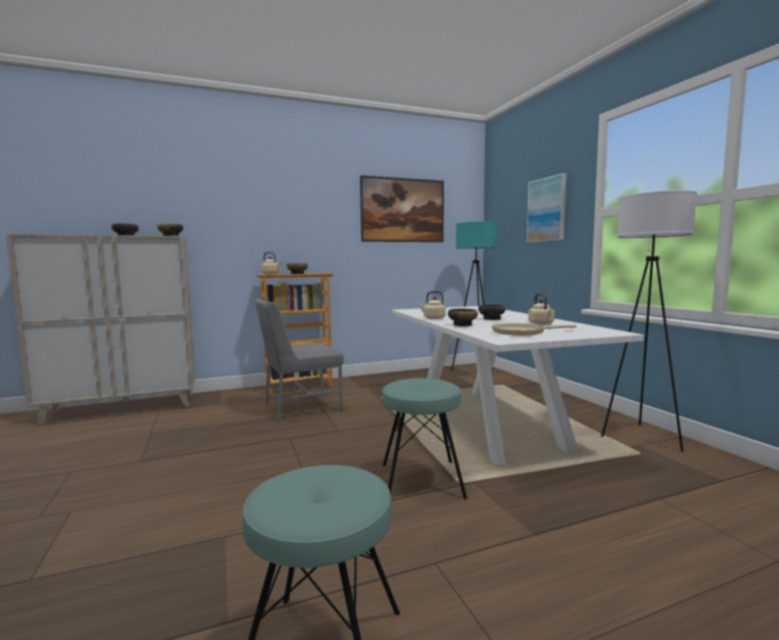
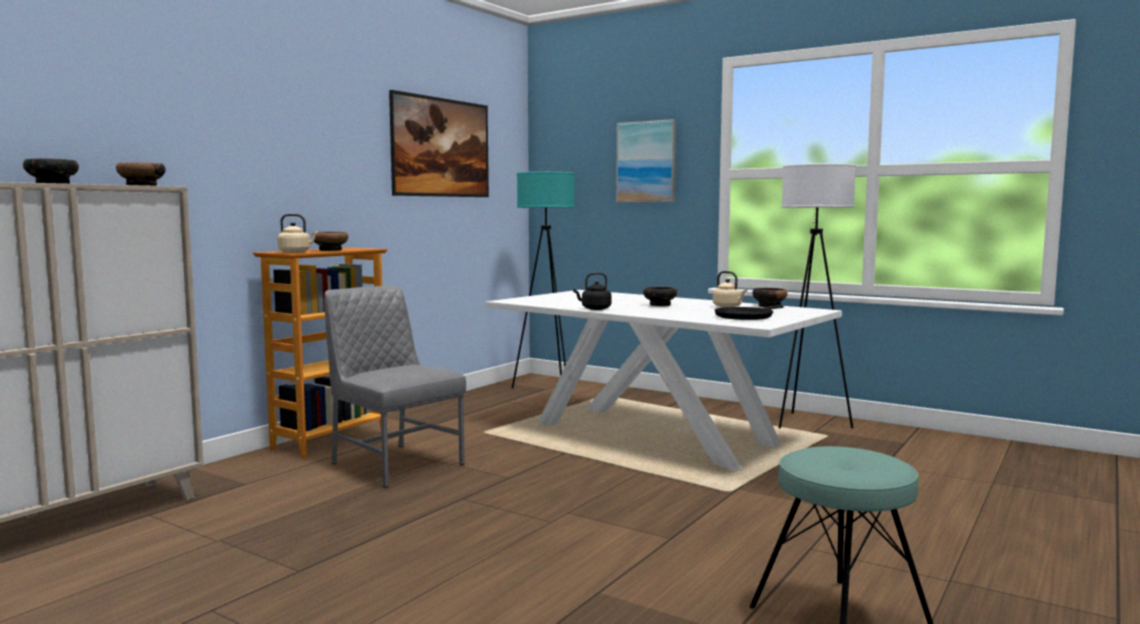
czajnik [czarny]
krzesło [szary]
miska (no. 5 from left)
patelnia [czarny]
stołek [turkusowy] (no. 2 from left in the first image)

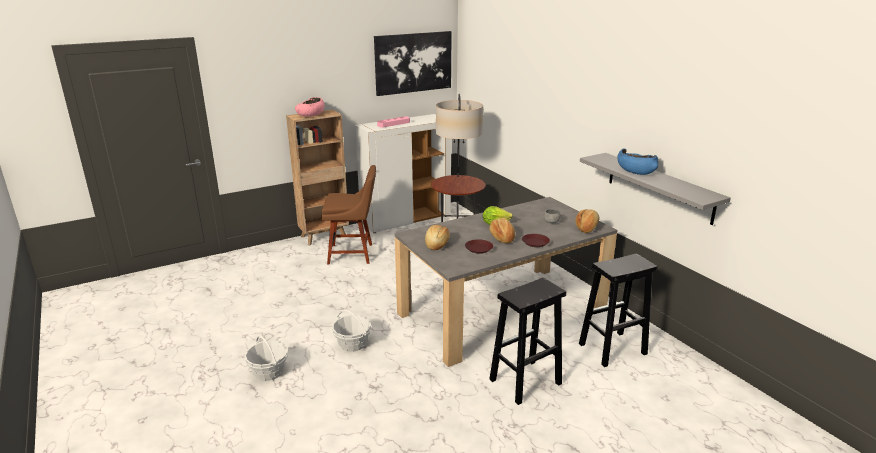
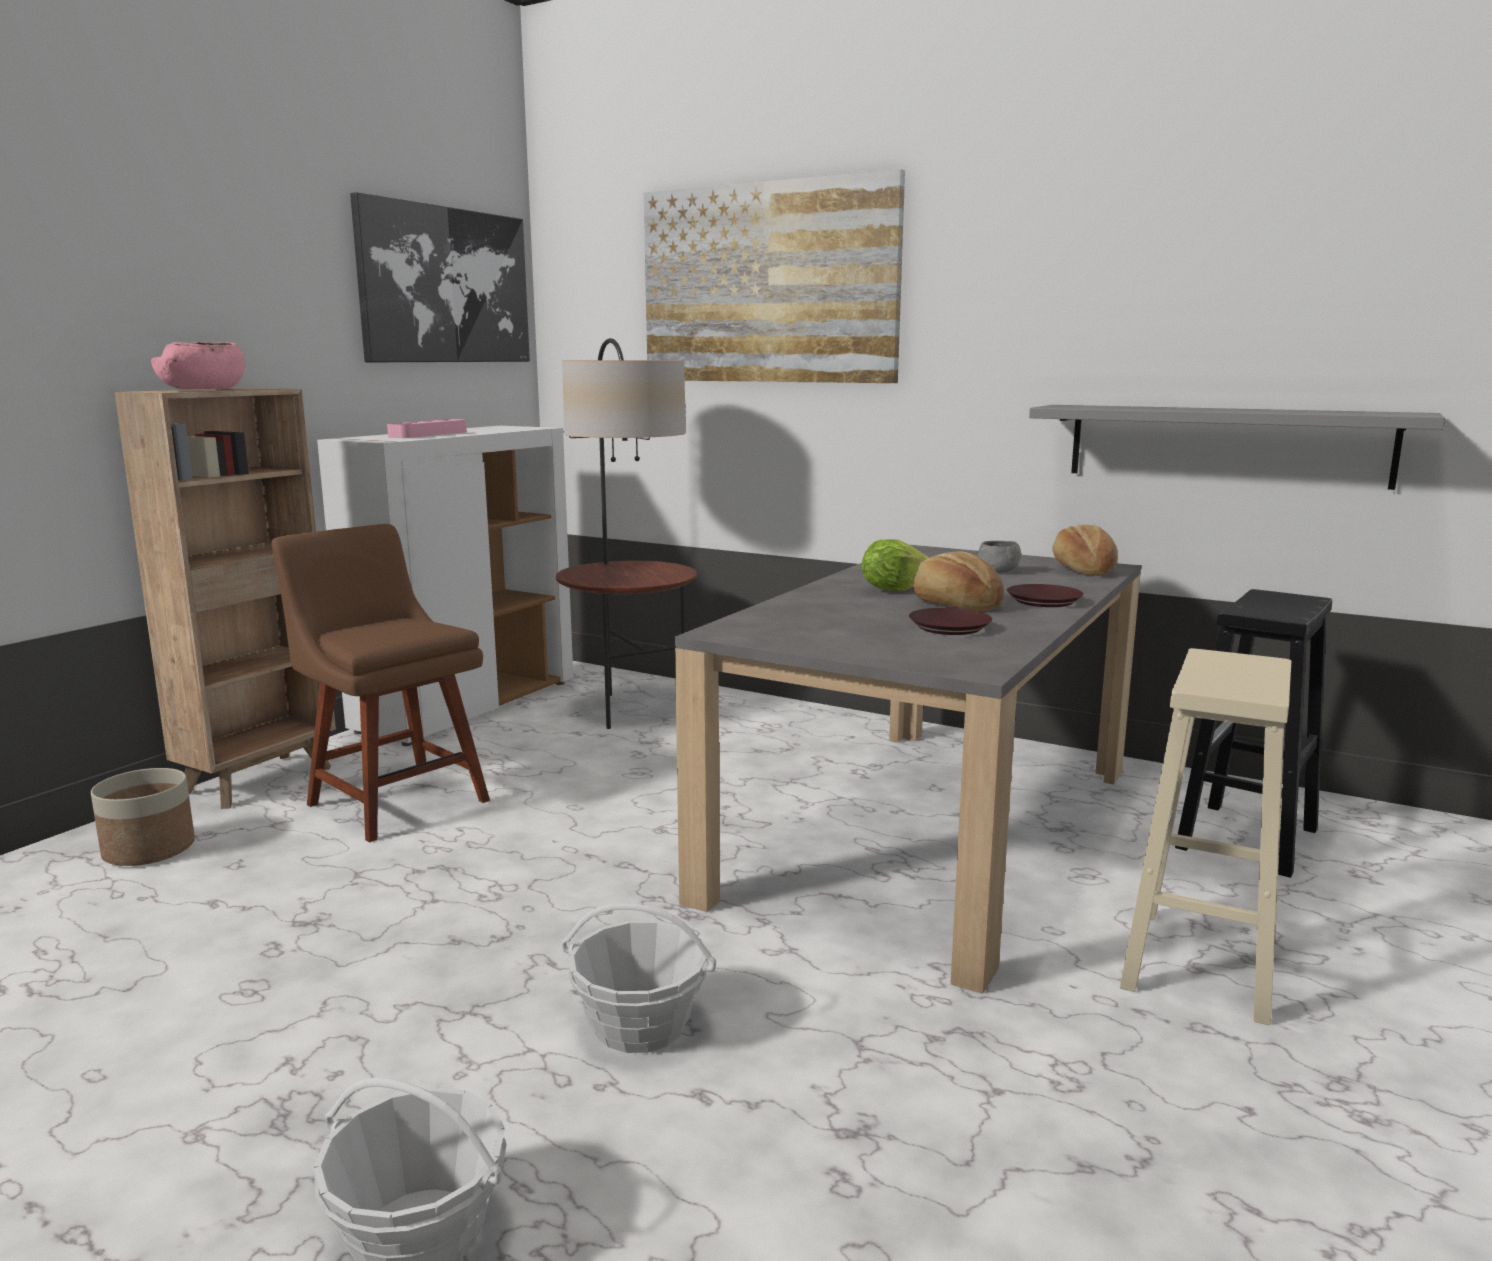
miska [niebieski]
krzesło [brązowy]
chleb (no. 1 from left in the first image)
stołek [beżowy]
obraz (no. 2 from left)
donica

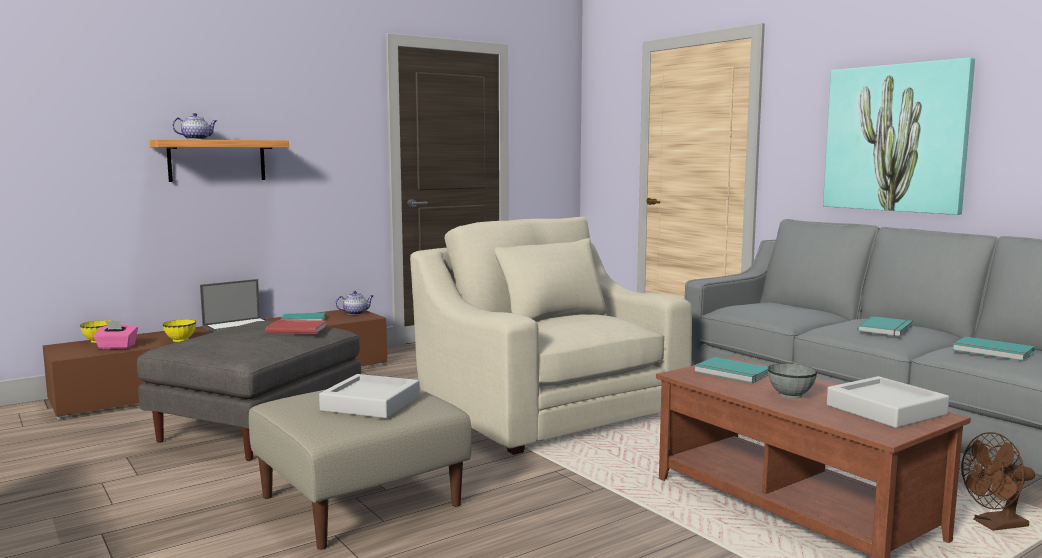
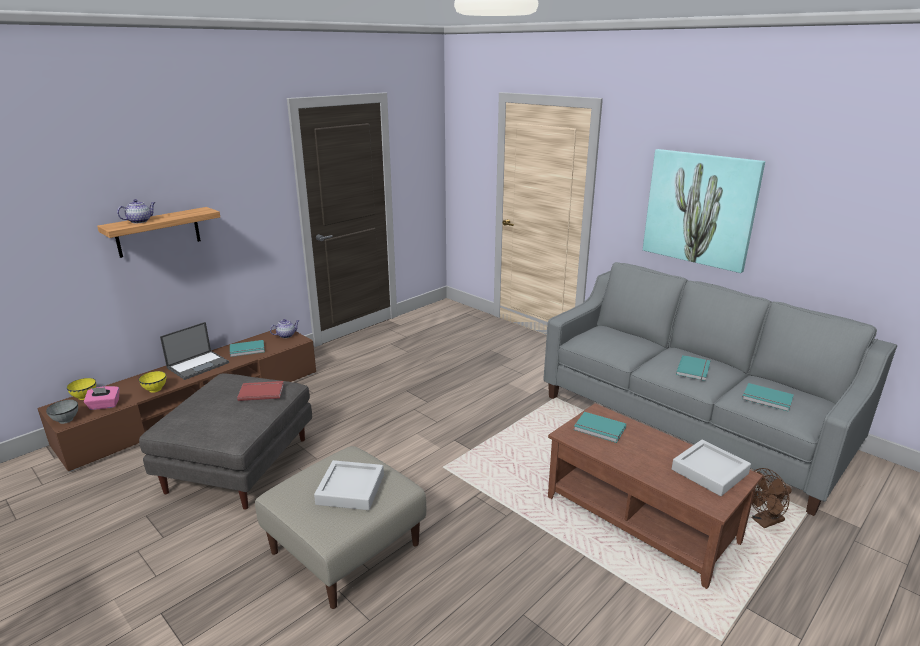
fotel [beżowy]
miska [szary]

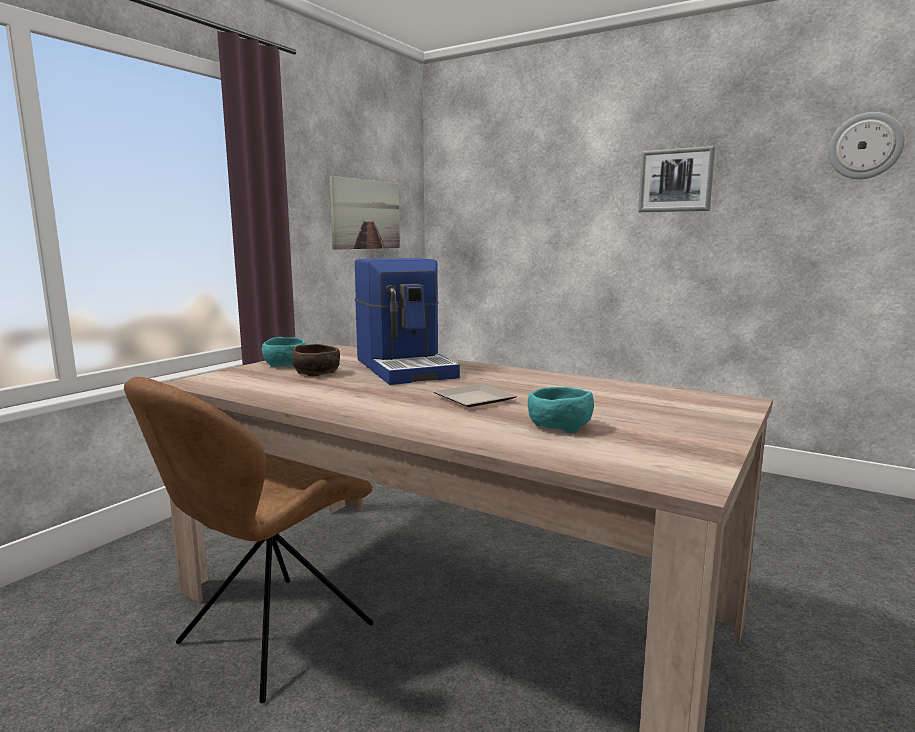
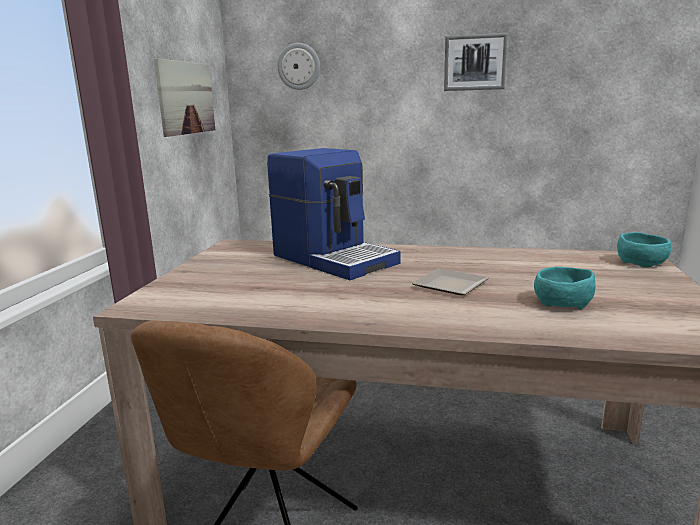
zegar ścienny
miska [turkusowy] (no. 2 from left)
miska [brązowy]

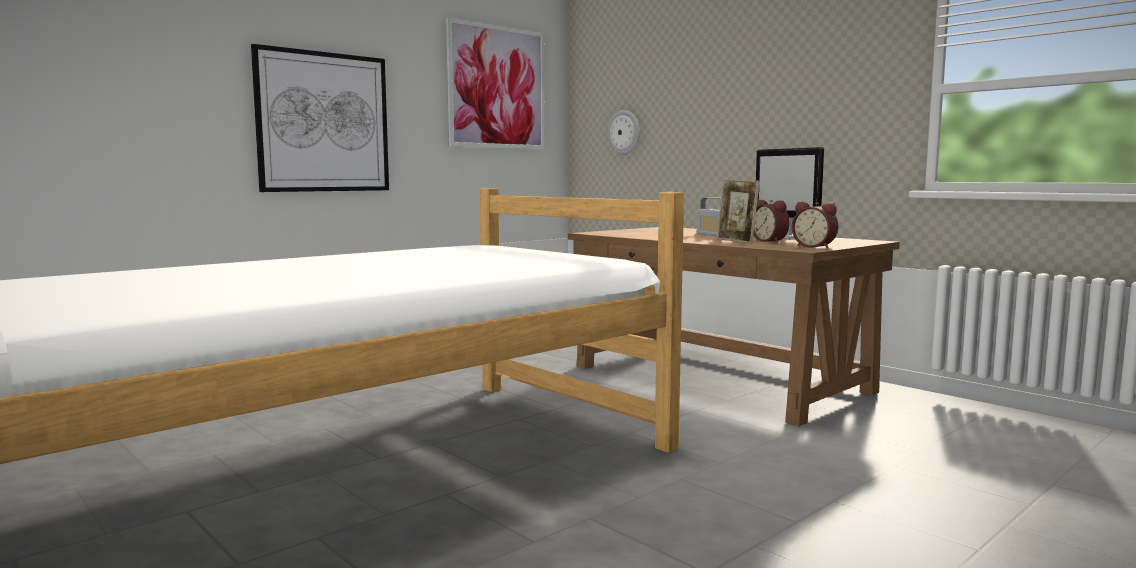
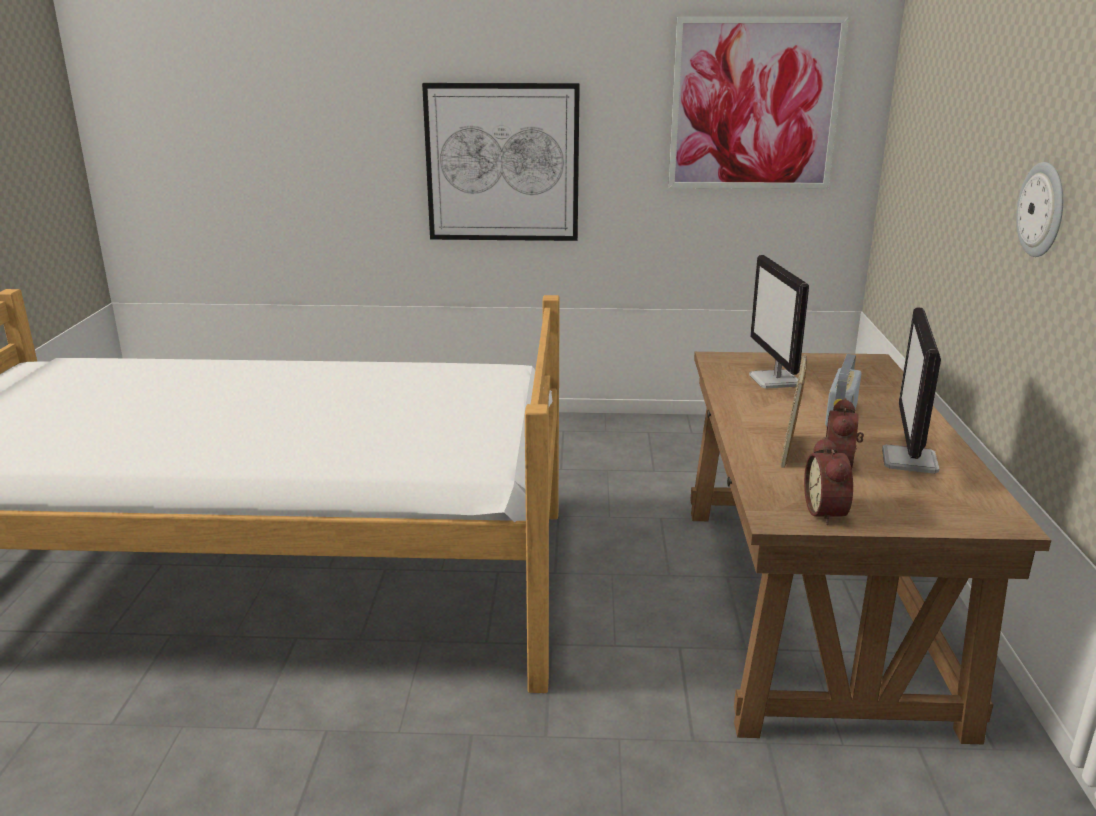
zegar ścienny
monitor (no. 1 from left)

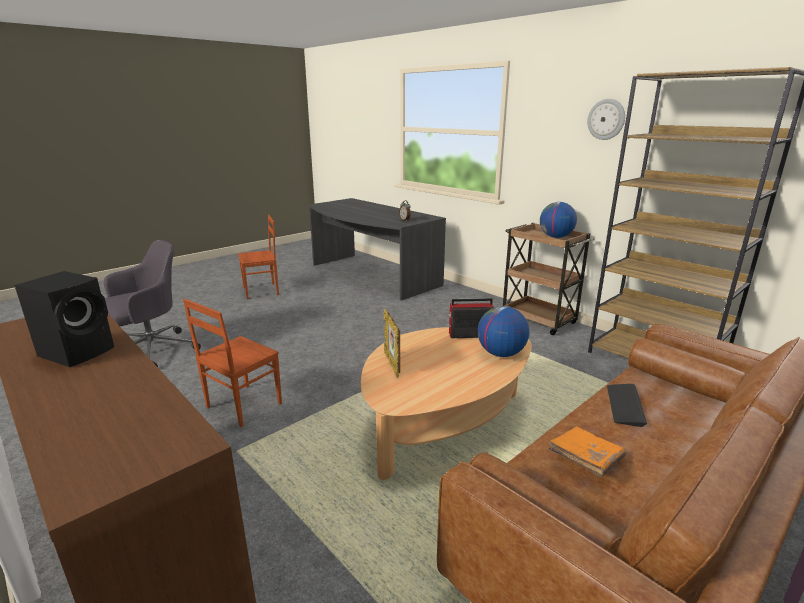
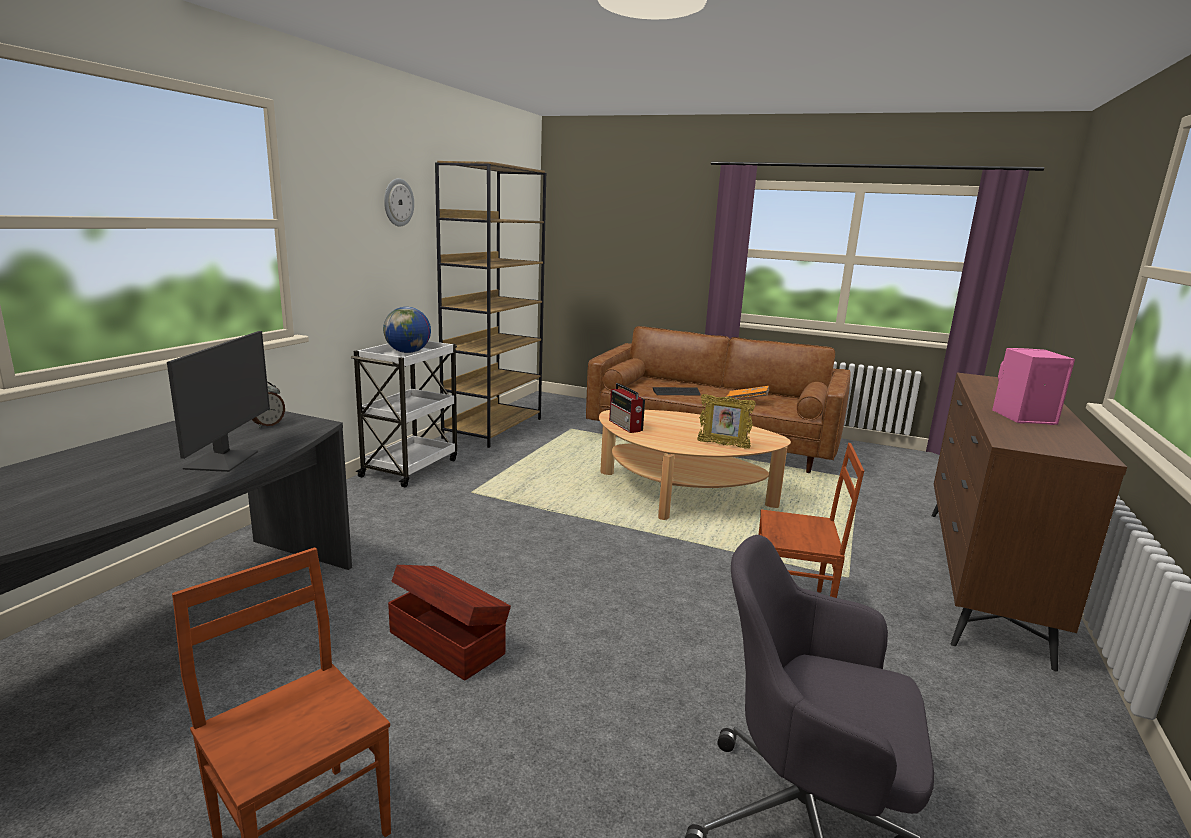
wózek [biały]
głośnik [różowy]
globus (no. 1 from left in the first image)
ramka na zdjęcie
monitor
pojemnik do przechowywania [brązowy]

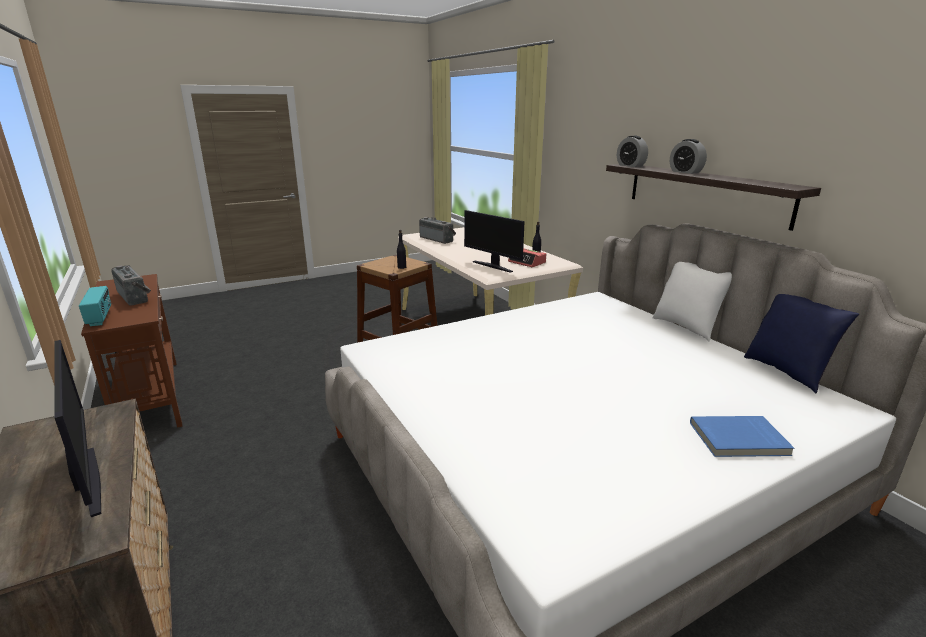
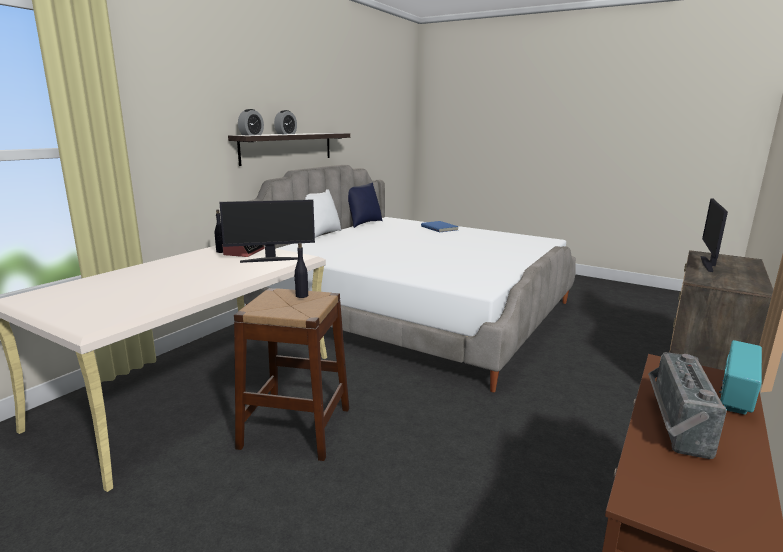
monitor (no. 1 from left)
radio (no. 3 from left in the first image)

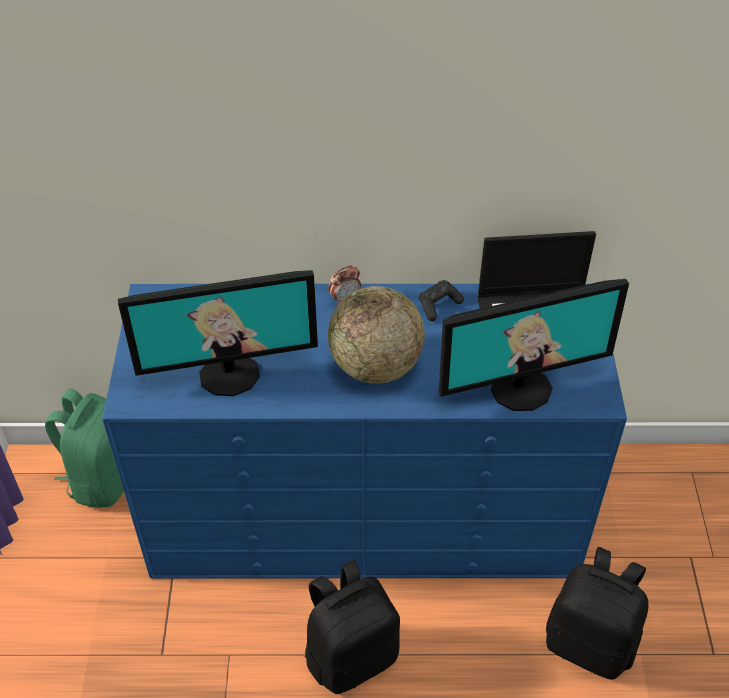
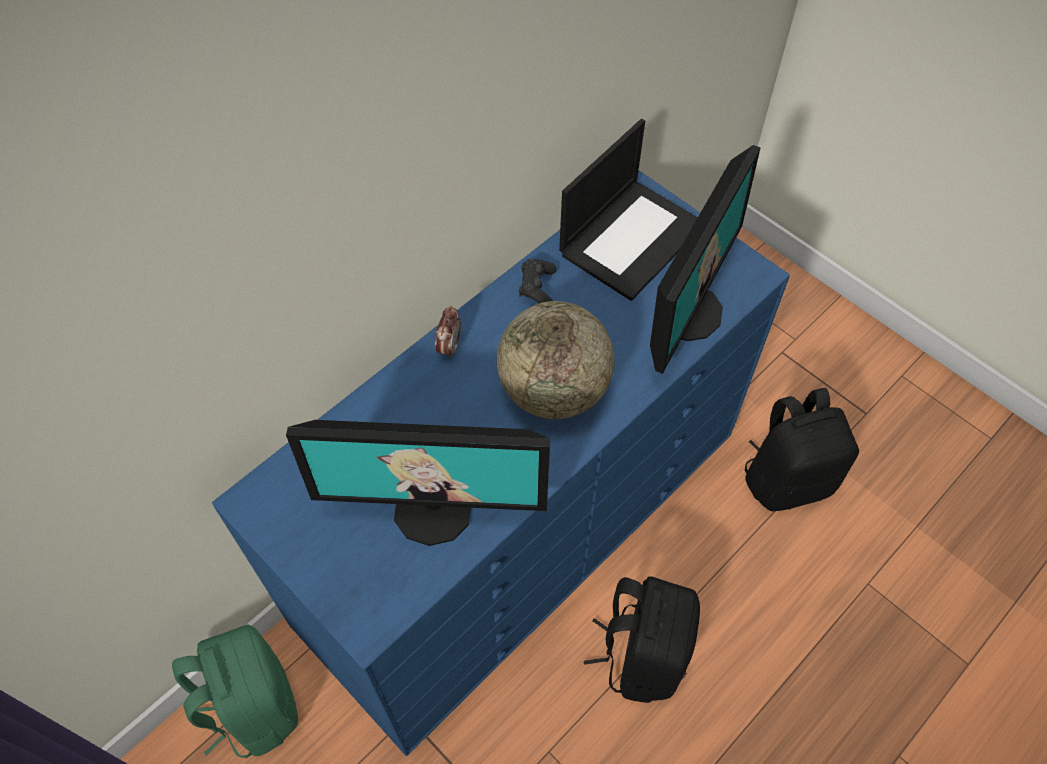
monitor (no. 1 from left)

